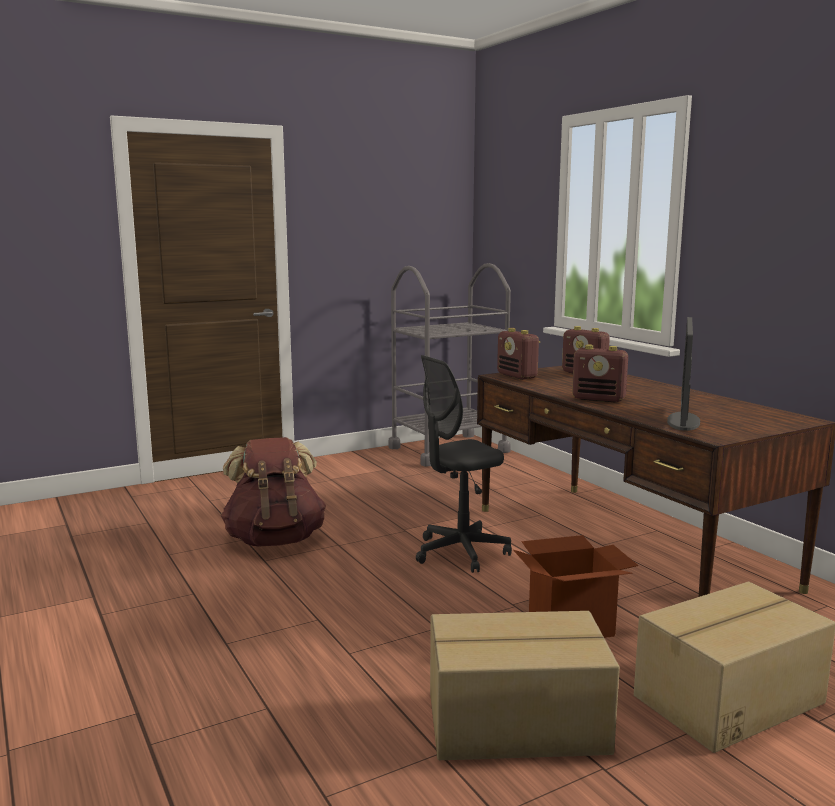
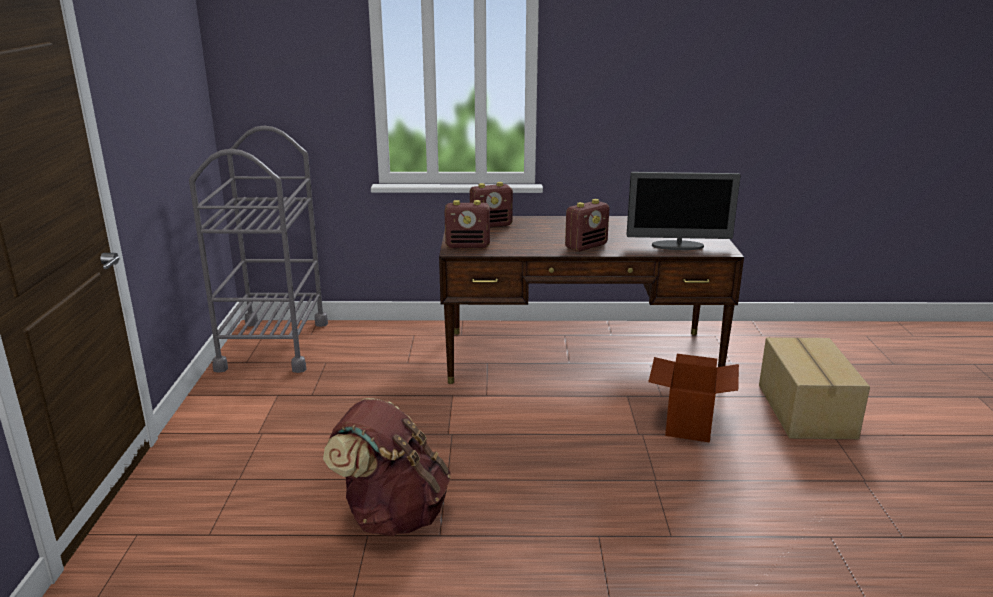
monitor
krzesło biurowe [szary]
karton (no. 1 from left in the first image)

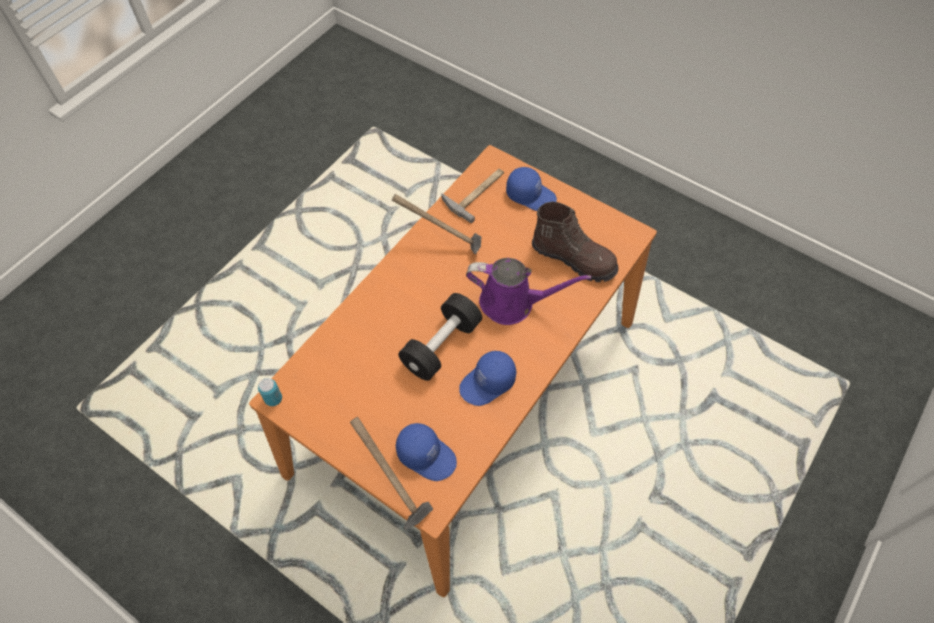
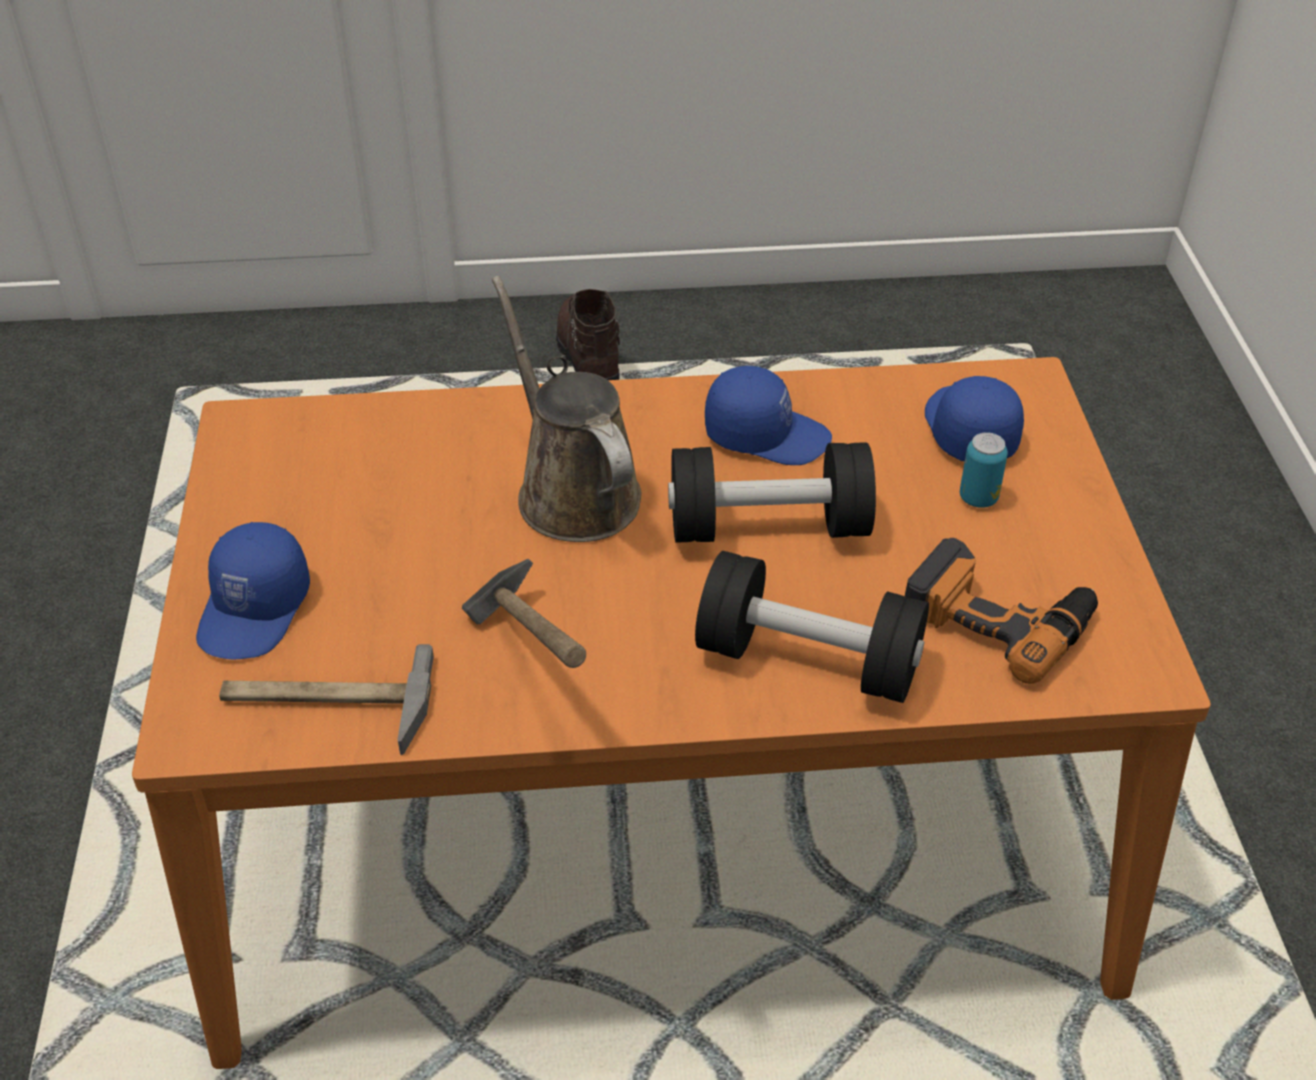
czapka z daszkiem [niebieski] (no. 1 from left)
but z cholewką [brązowy]
konewka [brązowy]
puszka
młotek (no. 1 from left in the first image)
wiertarka
hantel [czarny] (no. 2 from left)

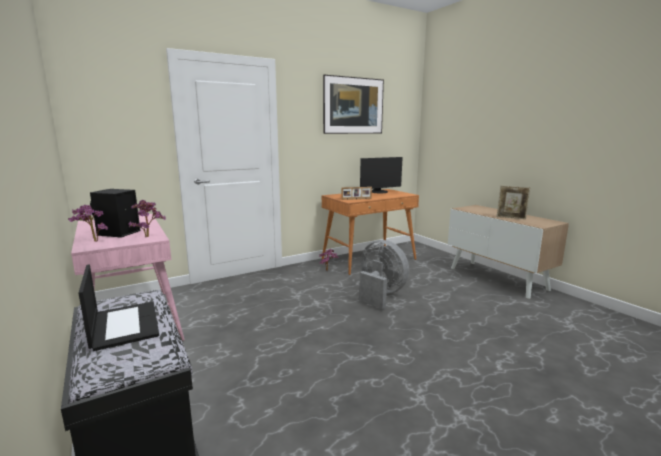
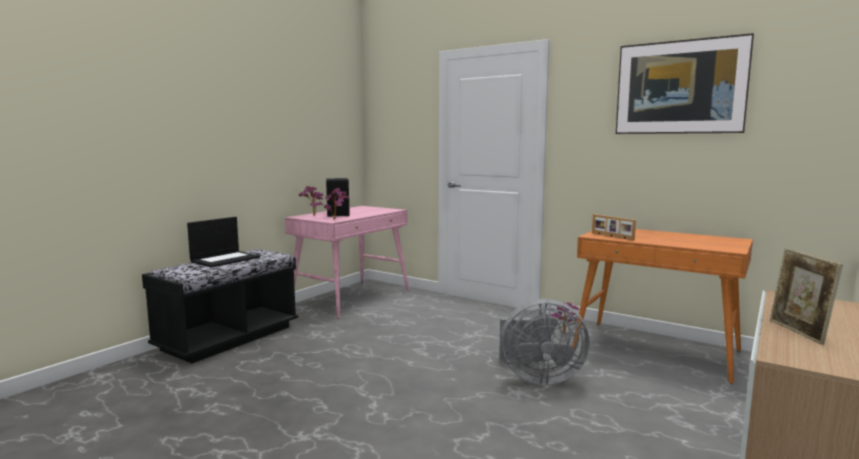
monitor
wentylator [szary]

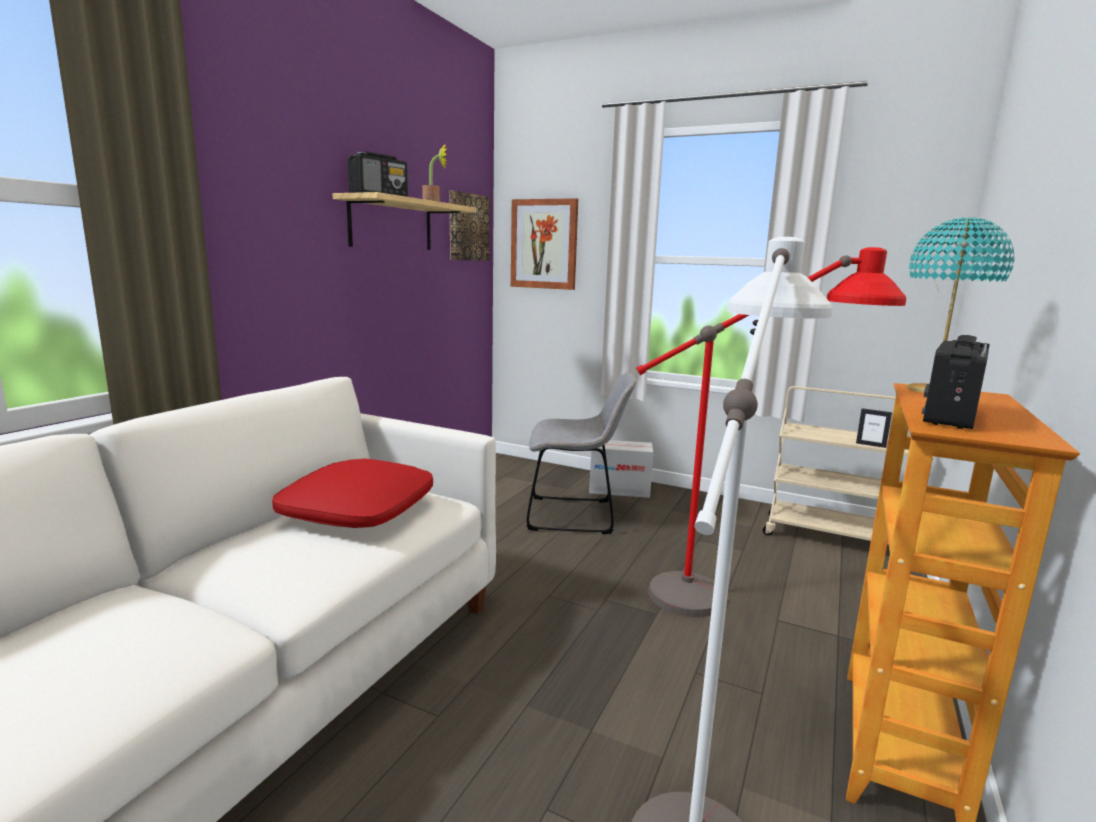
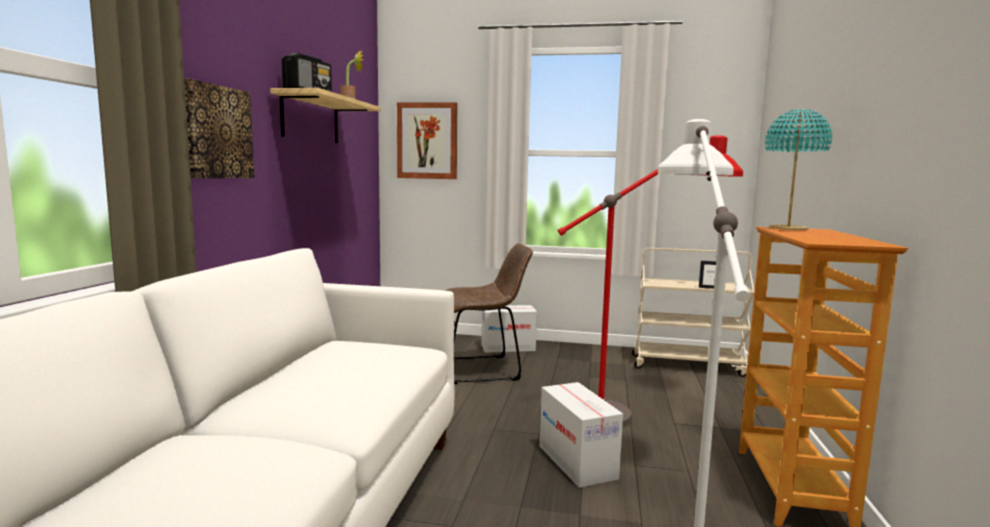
obraz (no. 1 from left)
radio (no. 2 from left in the first image)
krzesło [brązowy]
poduszka [czerwony]
karton (no. 2 from left)

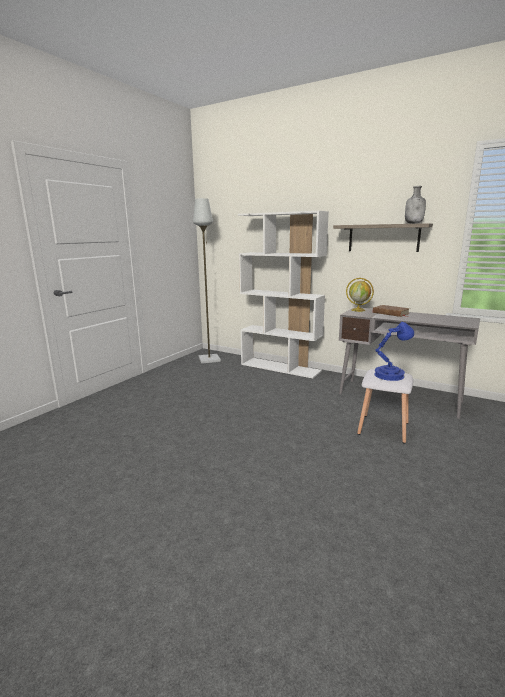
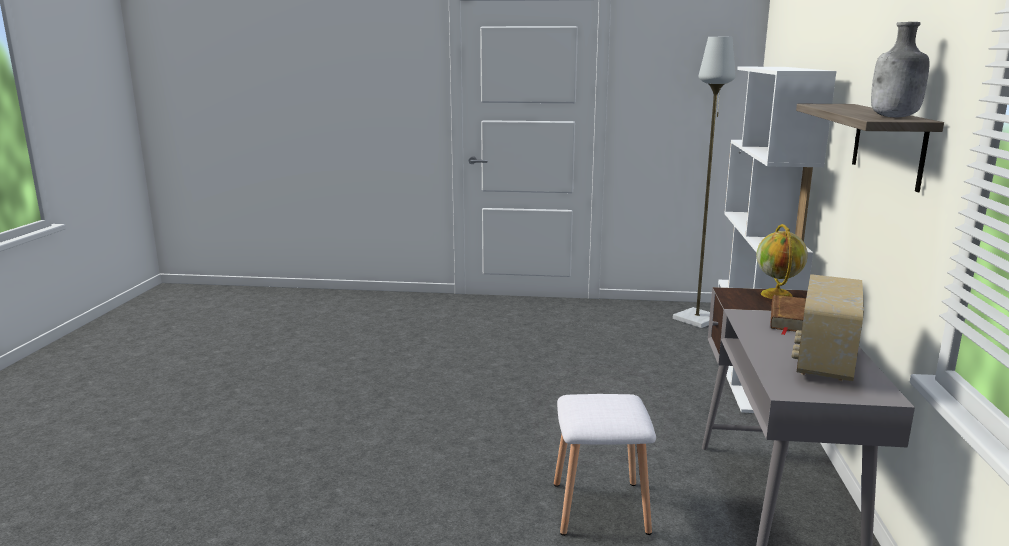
lampa stołowa [niebieski]
radio

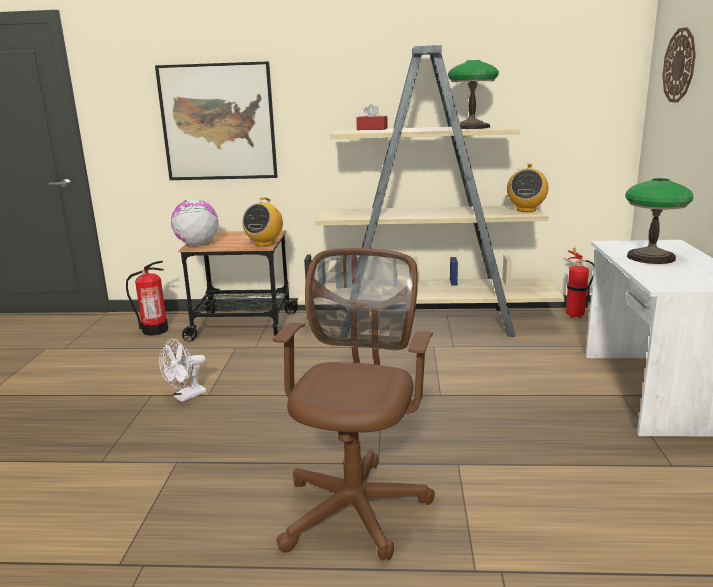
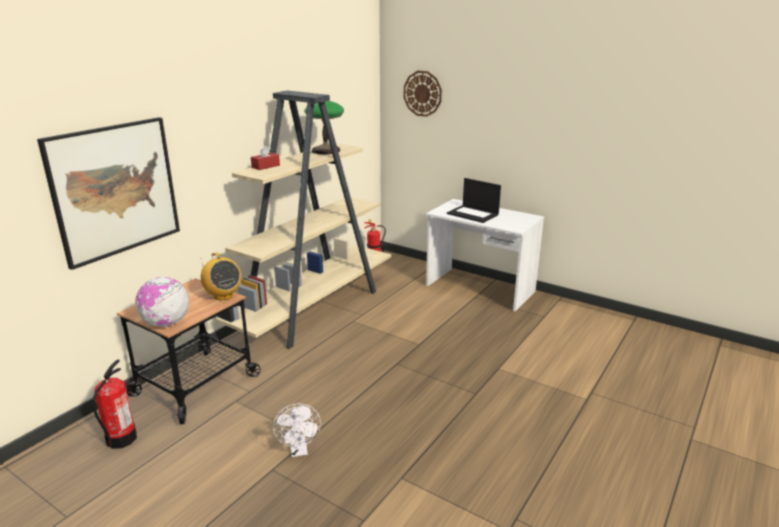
radio (no. 2 from left in the first image)
laptop
krzesło biurowe [brązowy]

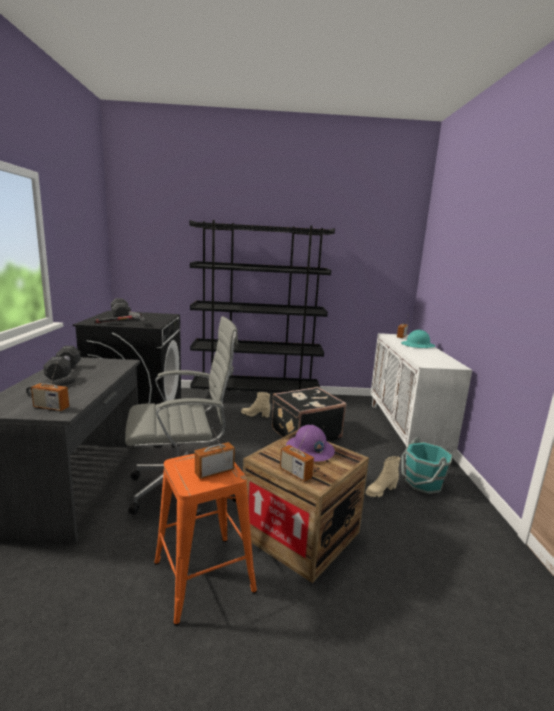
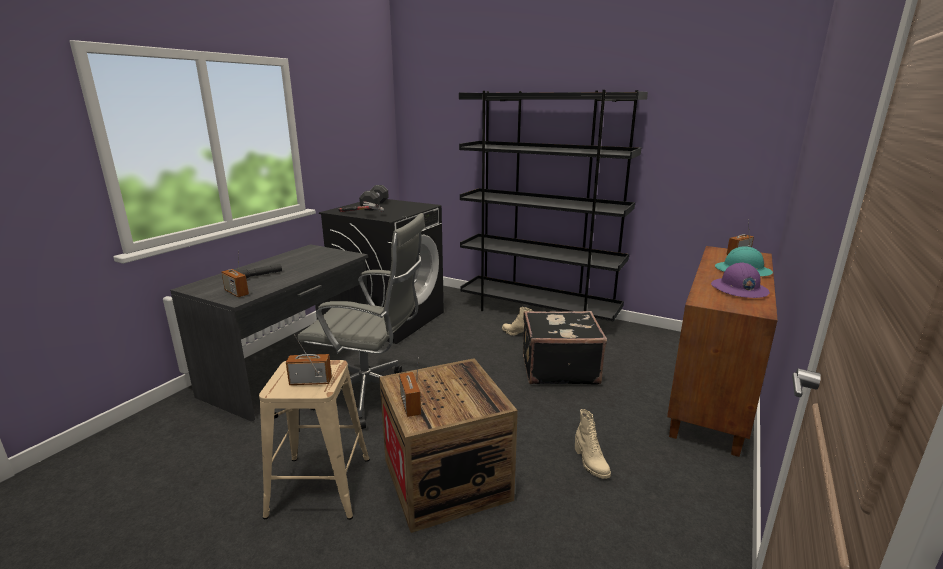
szafka [brązowy]
hantel [czarny] (no. 1 from left in the first image)
kask [fioletowy]
wiadro [turkusowy]
stołek [beżowy]
but z cholewką [beżowy] (no. 2 from left)

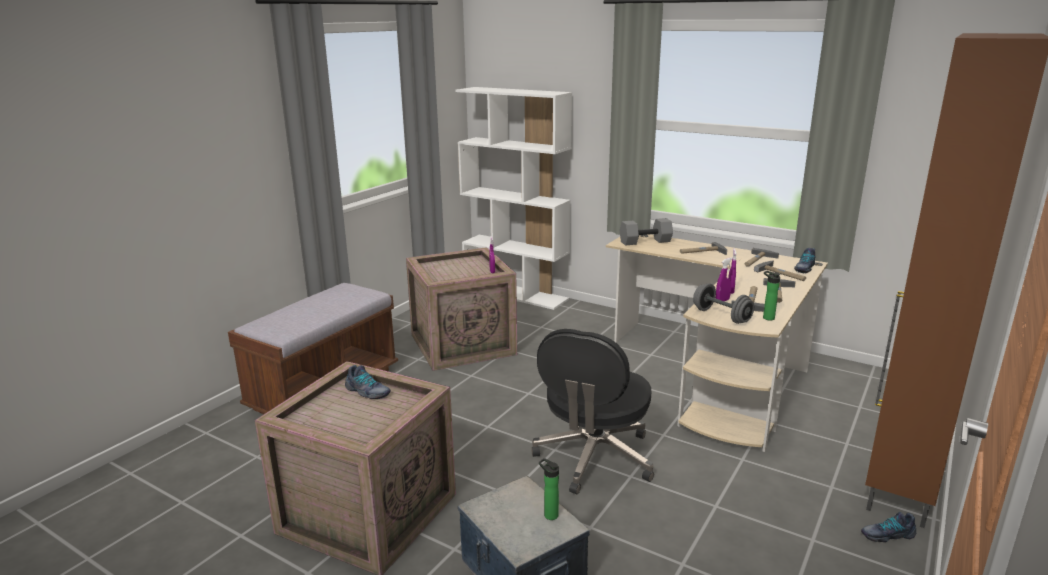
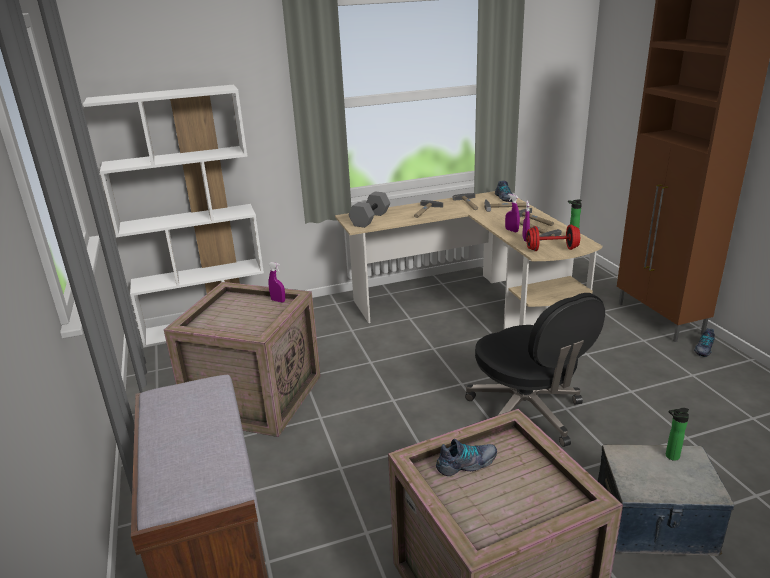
hantel [czerwony]

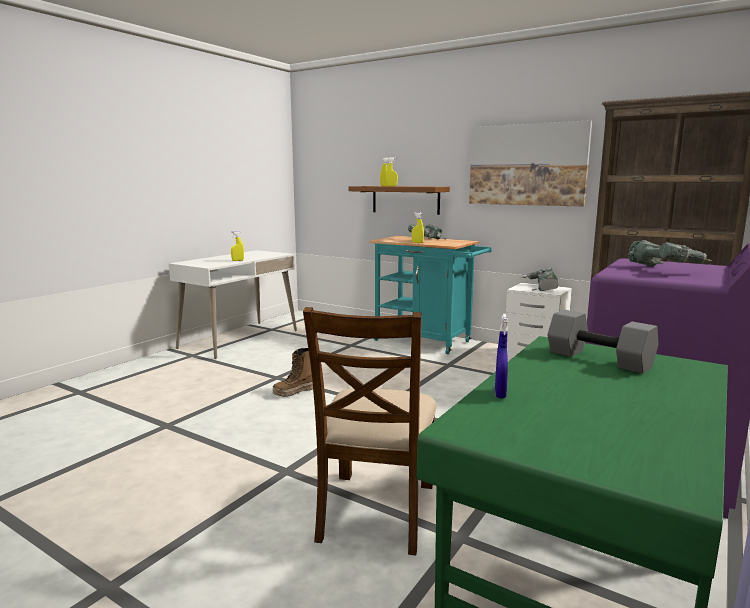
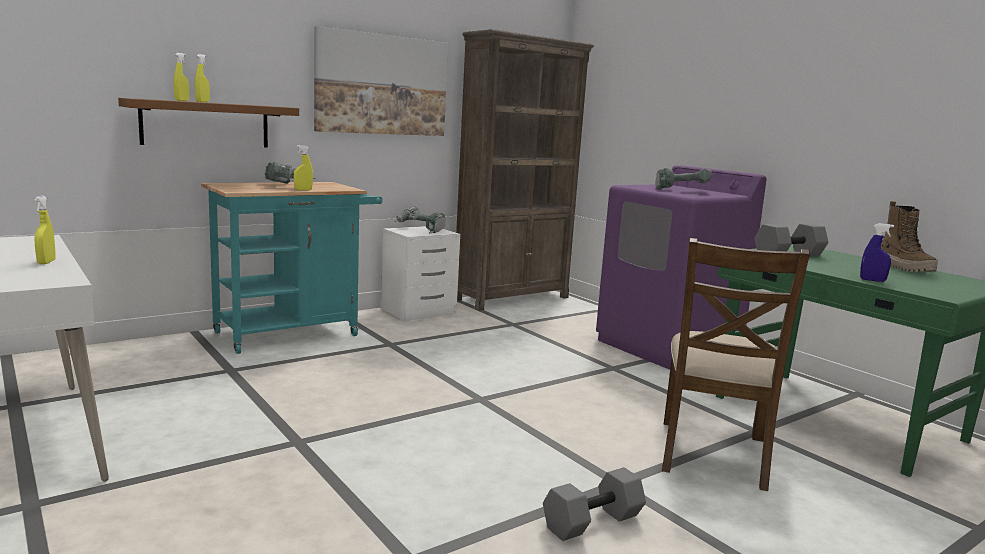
krzesło [brązowy]
but z cholewką
hantel [szary] (no. 1 from left)

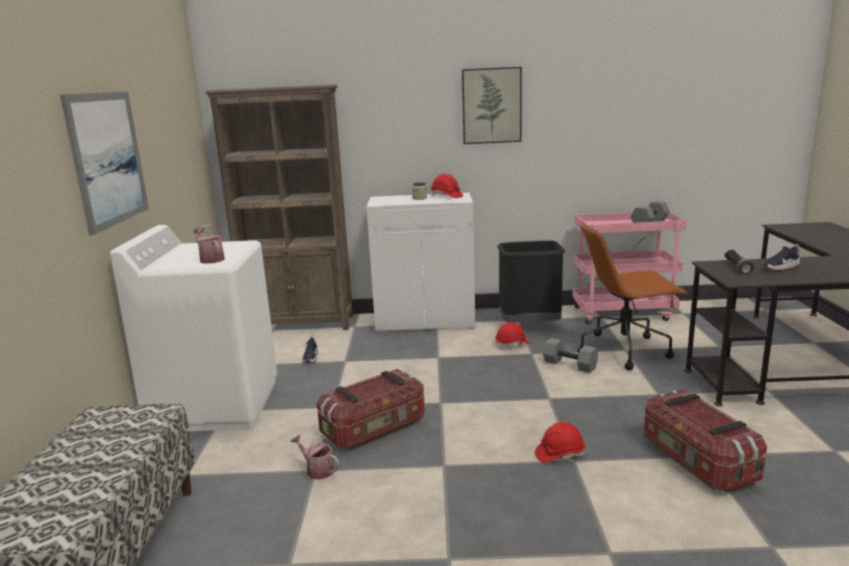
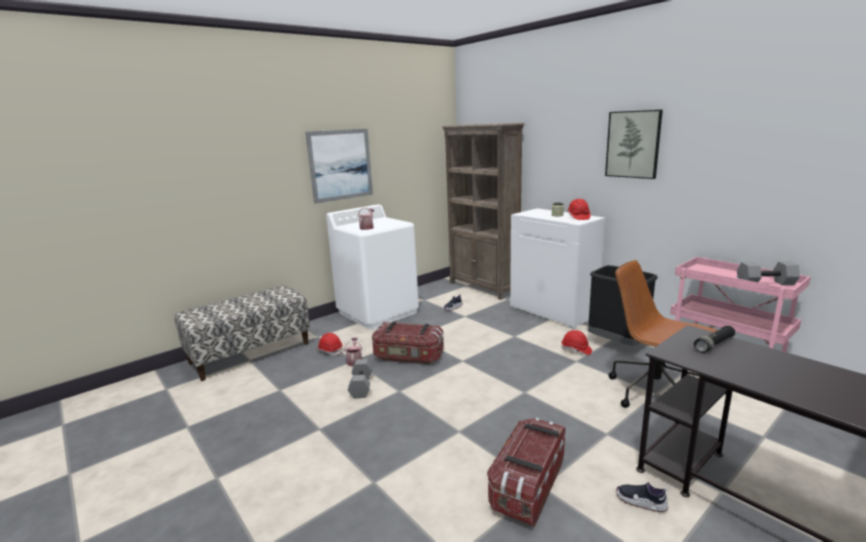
but (no. 2 from left)
hantel [szary] (no. 1 from left)
kask [czerwony] (no. 1 from left)

